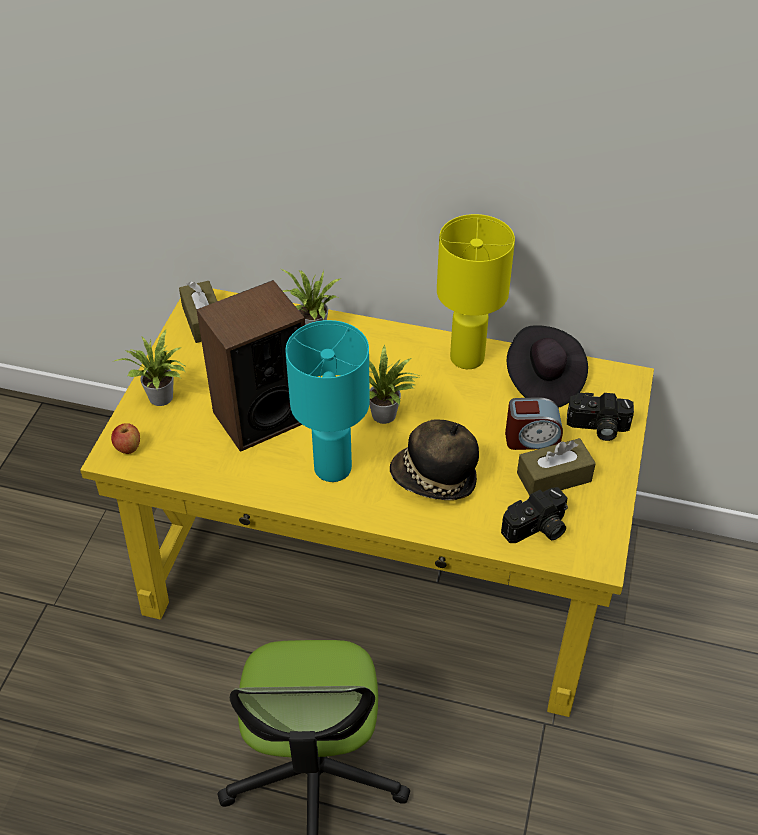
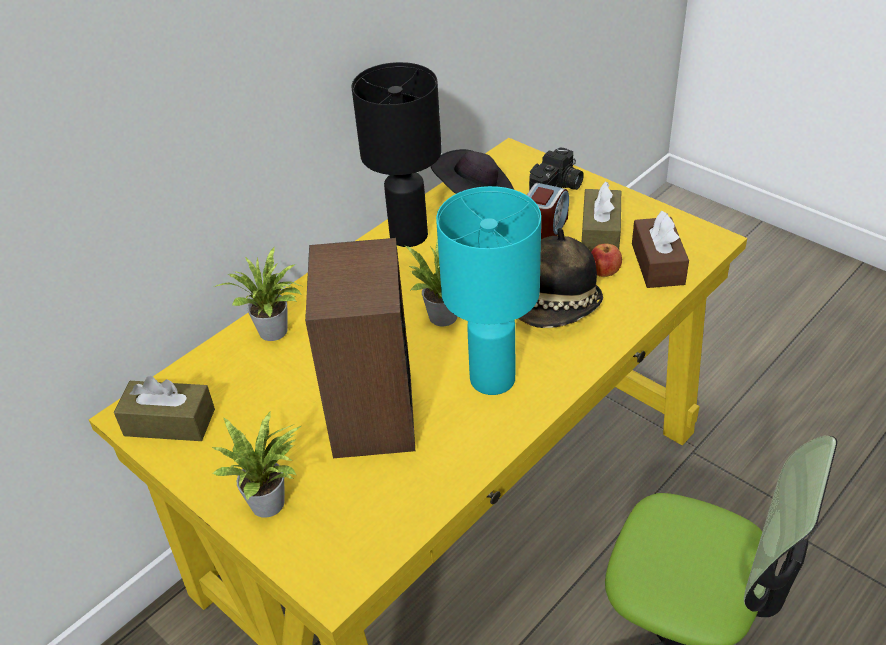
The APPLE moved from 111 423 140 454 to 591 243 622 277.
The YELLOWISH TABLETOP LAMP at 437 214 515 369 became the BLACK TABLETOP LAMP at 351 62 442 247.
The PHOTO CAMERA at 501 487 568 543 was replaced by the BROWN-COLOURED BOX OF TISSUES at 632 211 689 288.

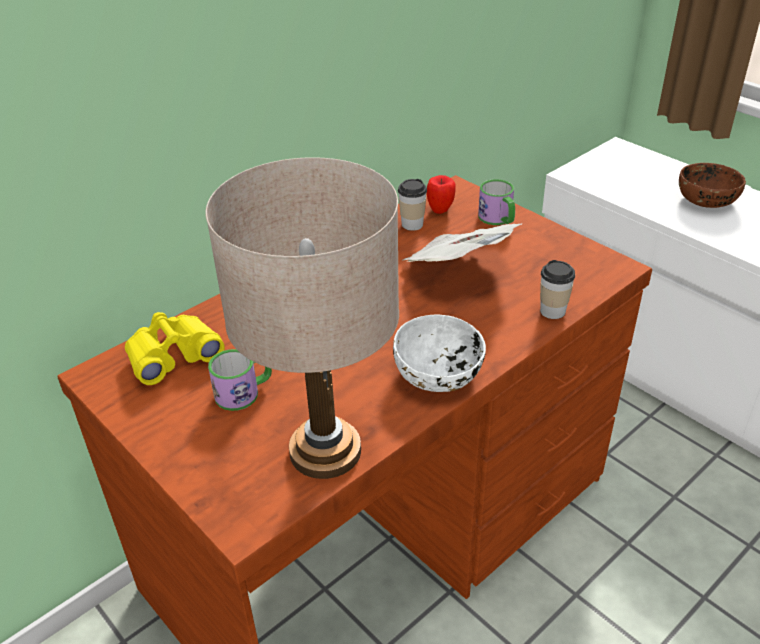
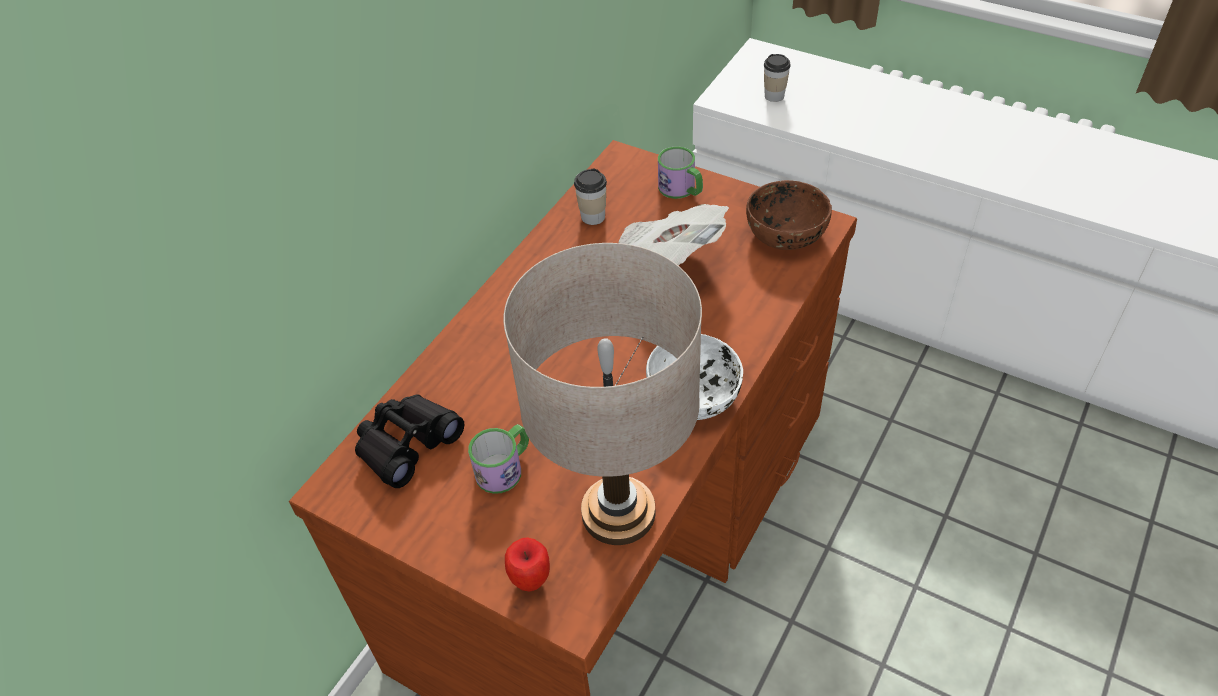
The YELLOWISH PAIR OF BINOCULARS at 125 312 225 385 became the BLACK PAIR OF BINOCULARS at 355 394 464 488.
The APPLE moved from 427 175 456 214 to 505 537 550 592.
The SMALL CUP moved from 540 260 575 319 to 764 54 791 102.
The BROWN-COLOURED DEEP DISH moved from 679 163 746 208 to 746 180 832 250.

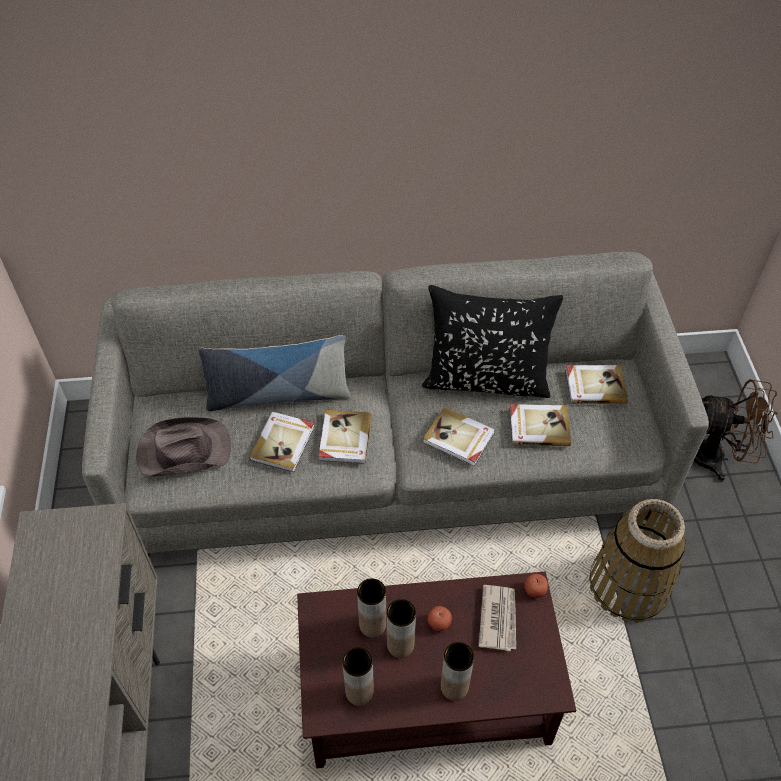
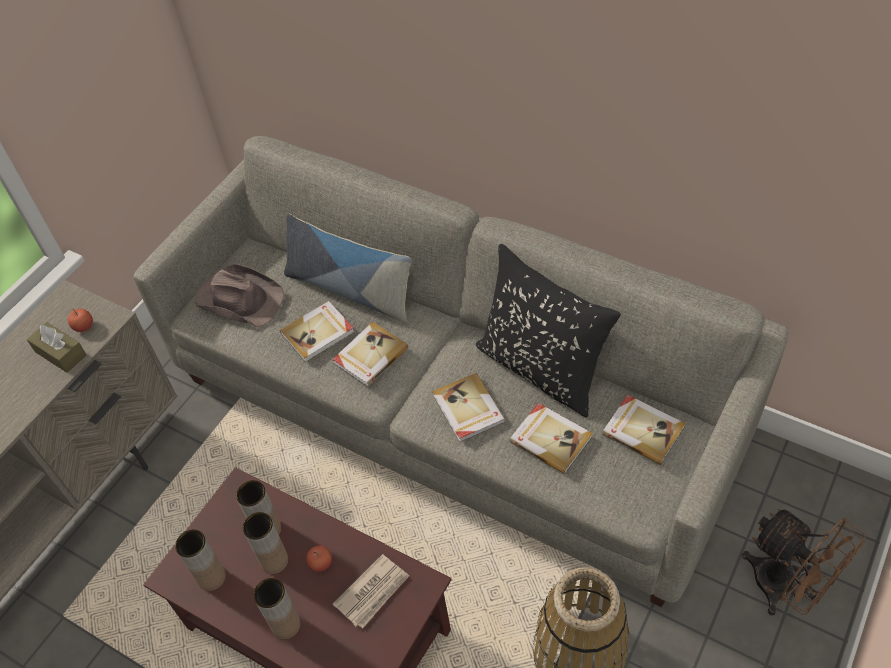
The APPLE moved from 524 574 548 598 to 68 308 93 332.
The BROWN-COLOURED BOX OF TISSUES at 27 322 86 373 appeared.

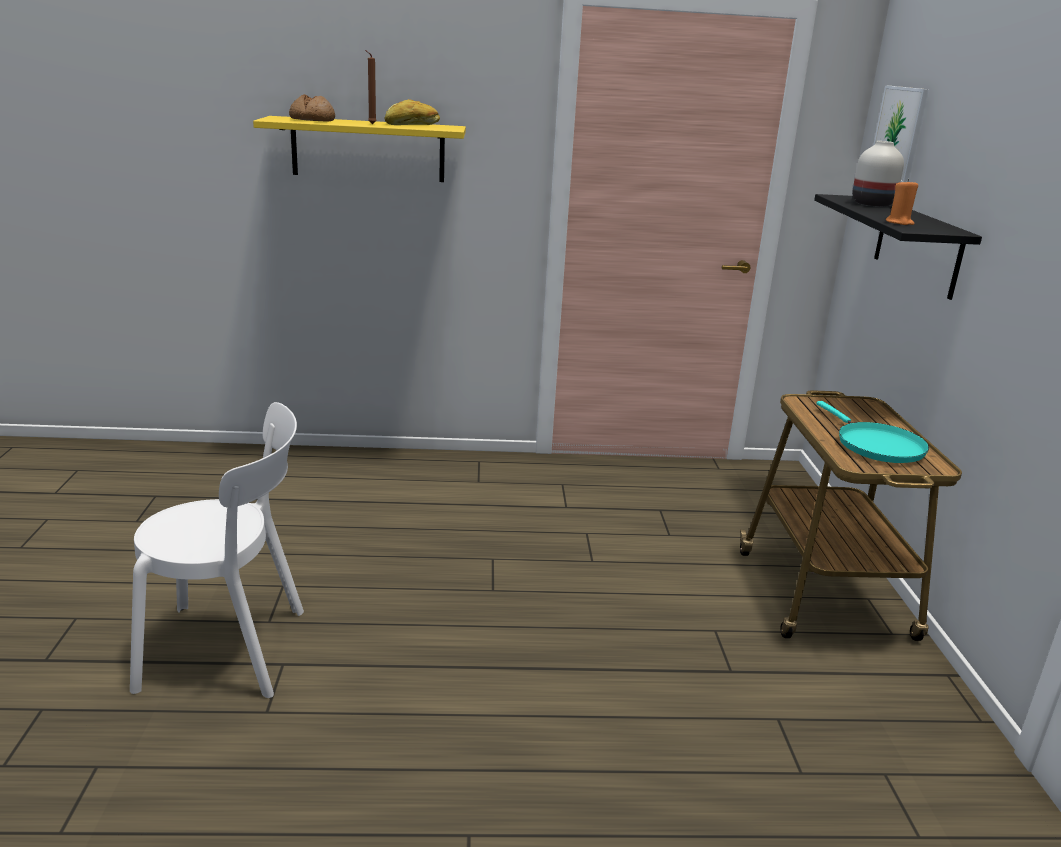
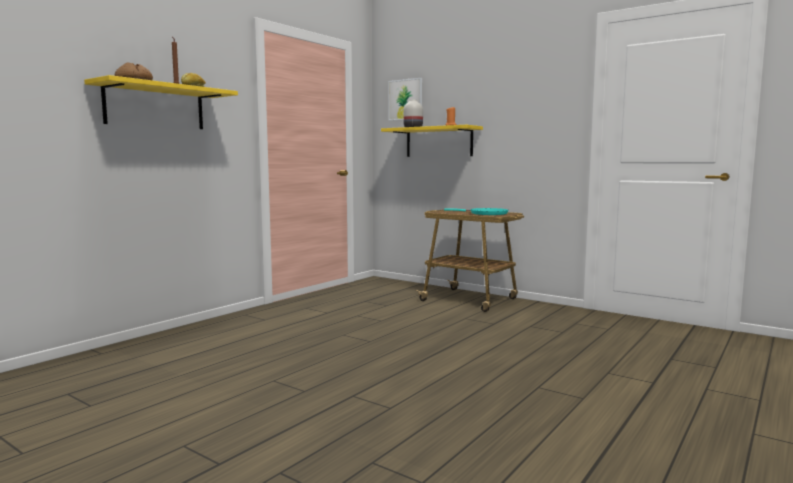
The WHITE-COLOURED CHAIR at 130 402 304 698 disappeared.
The BLACK WALL SHELF at 814 194 982 300 became the YELLOWISH WALL SHELF at 381 125 483 157.

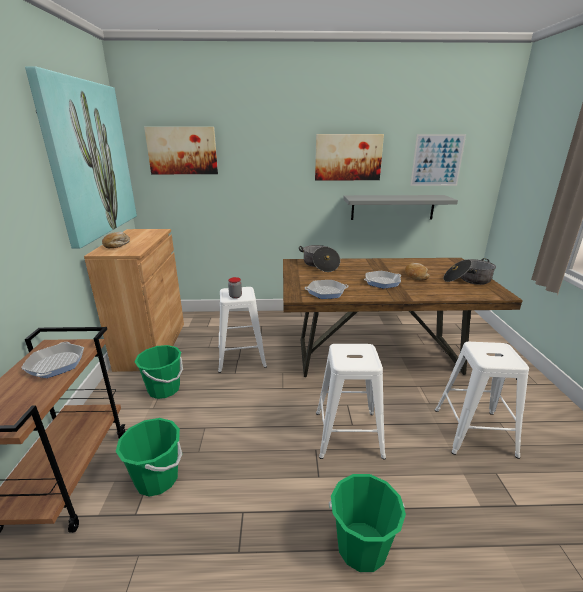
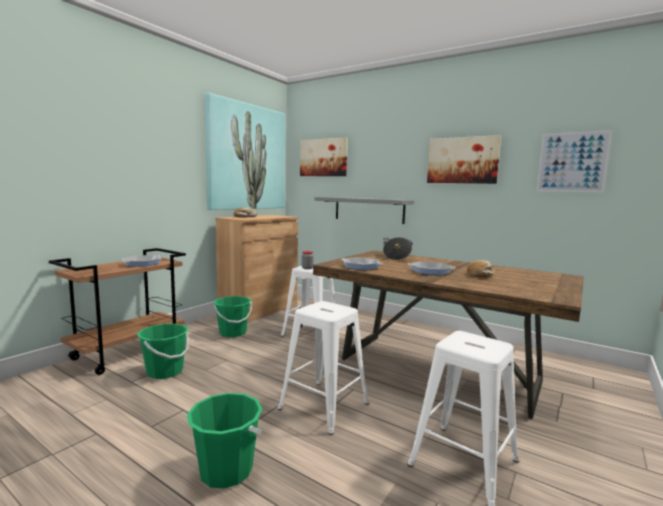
The GREY WALL SHELF moved from 343 195 458 220 to 314 197 414 224.
The COOKING POT at 443 258 496 285 disappeared.

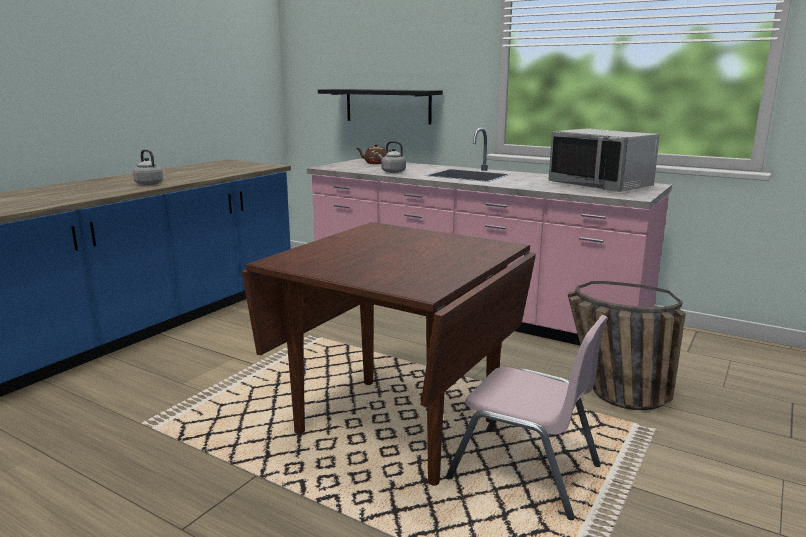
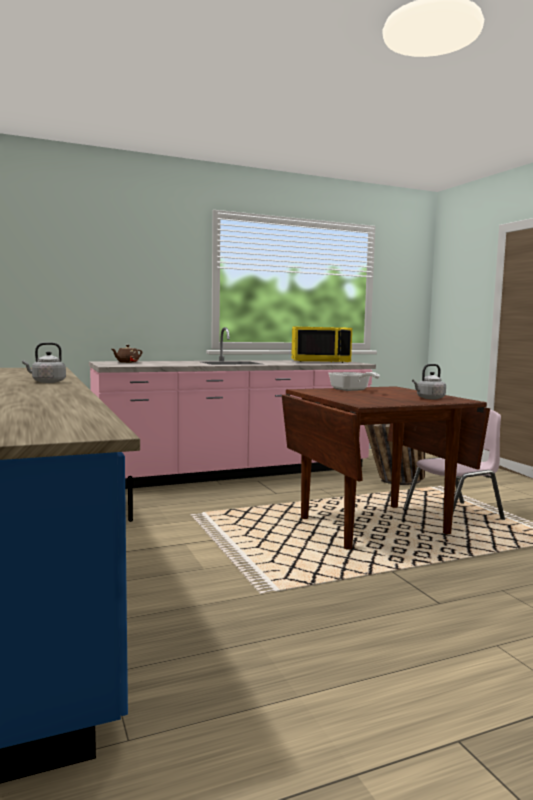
The BLACK WALL SHELF at 318 89 443 124 disappeared.
The GREY WATER KETTLE moved from 378 141 406 173 to 412 364 446 399.
The GREY MICROWAVE at 548 128 660 192 became the YELLOWISH MICROWAVE at 291 327 352 363.
The SKILLET at 329 372 380 391 appeared.

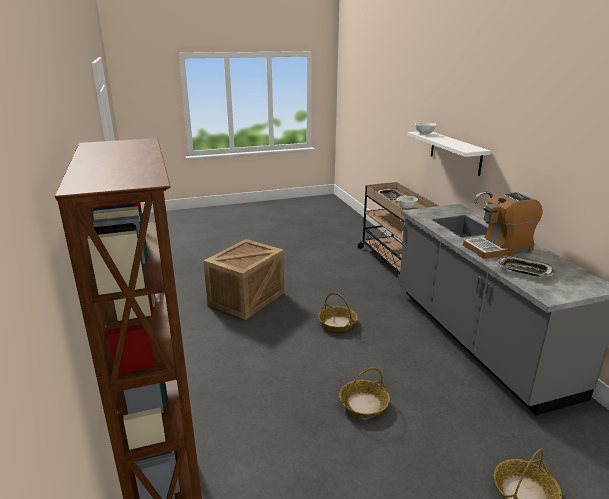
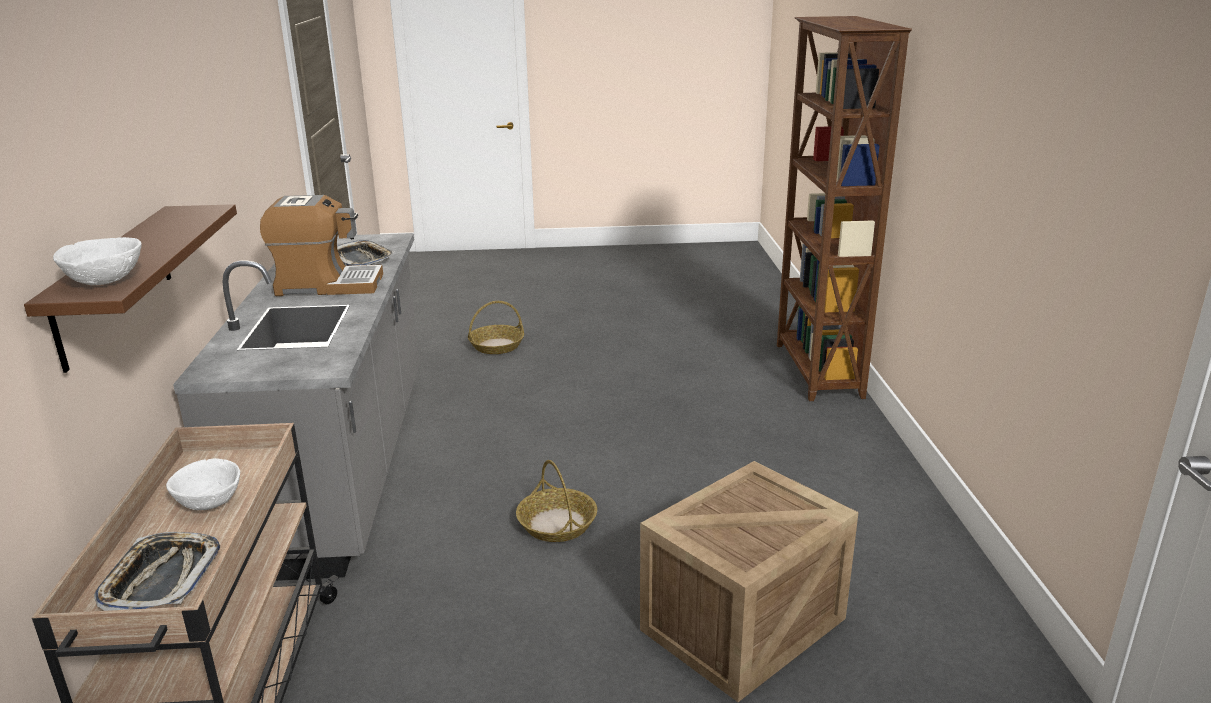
The HOUSEHOLD BASKET at 339 367 390 418 disappeared.
The WHITE-COLOURED WALL SHELF at 407 131 491 176 became the BROWN-COLOURED WALL SHELF at 24 204 237 373.

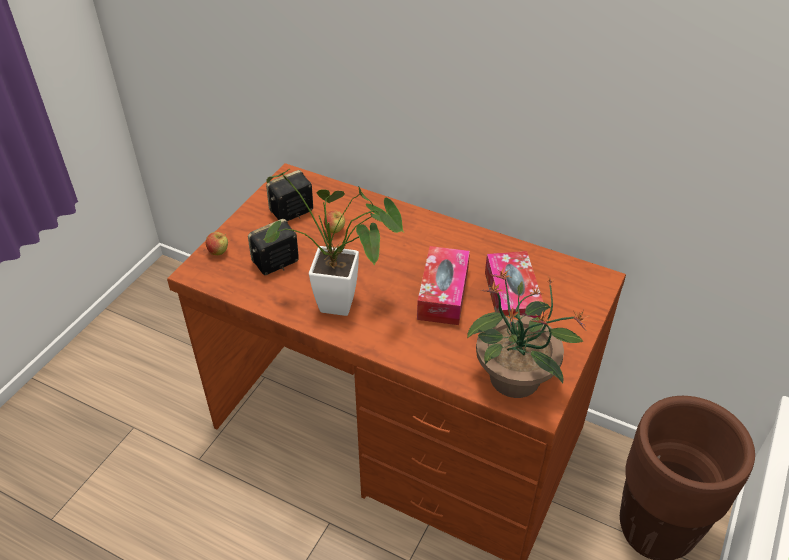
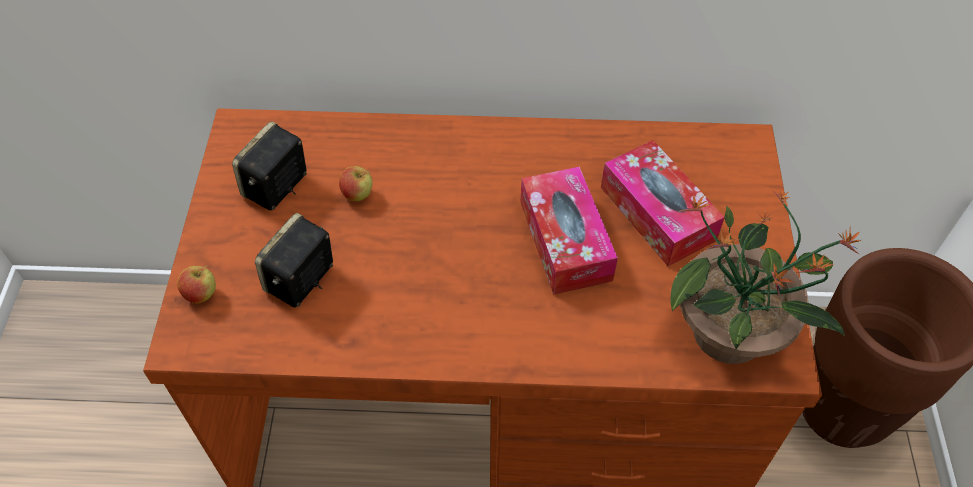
The HOUSEPLANT at 263 169 404 316 disappeared.

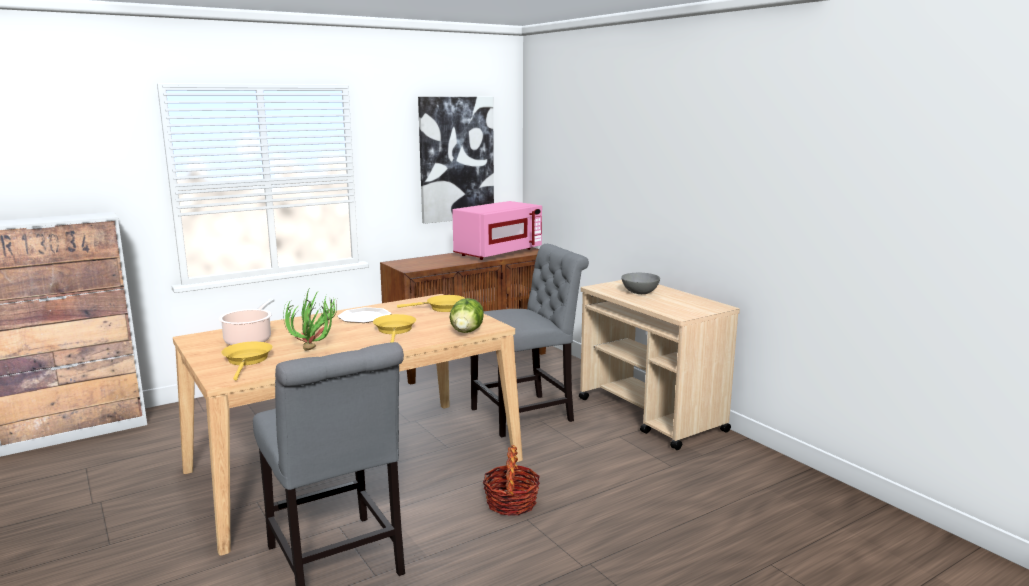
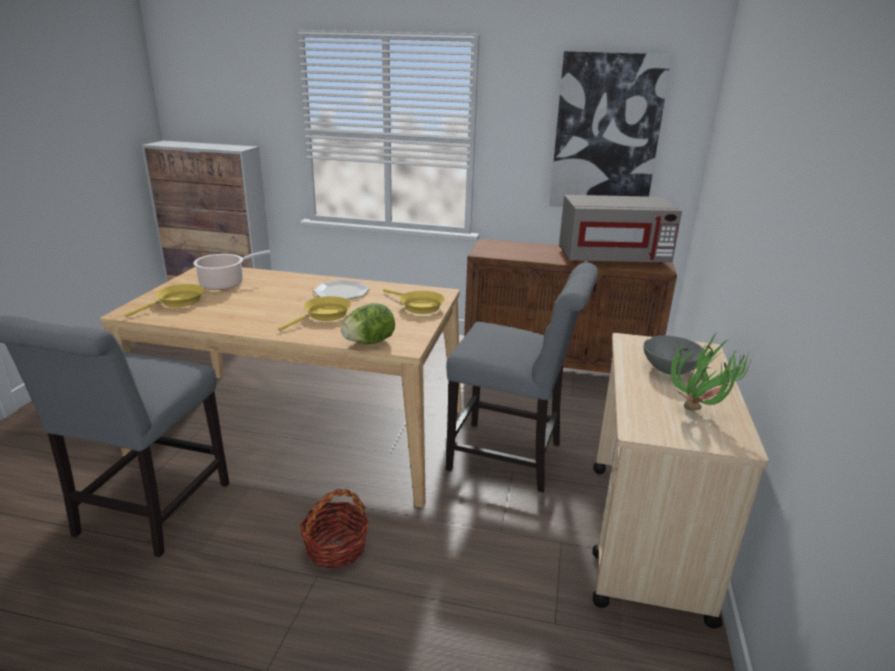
The HOUSEPLANT moved from 283 289 337 351 to 669 333 753 411.
The PINK-COLOURED MICROWAVE at 452 201 542 260 became the GREY MICROWAVE at 559 195 682 264.

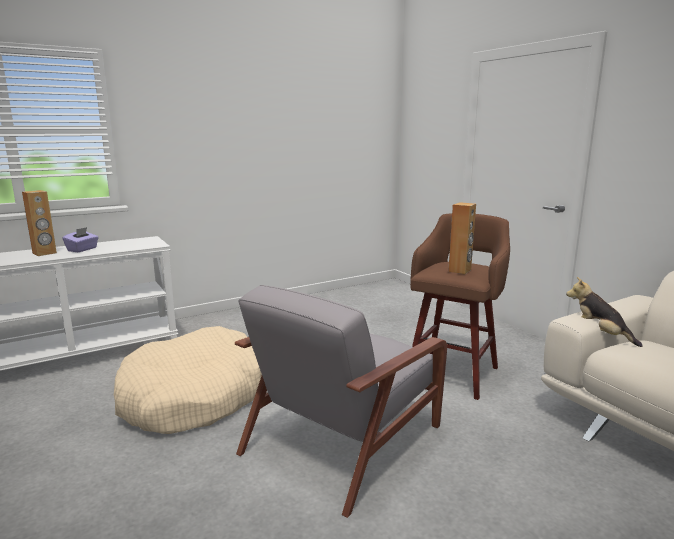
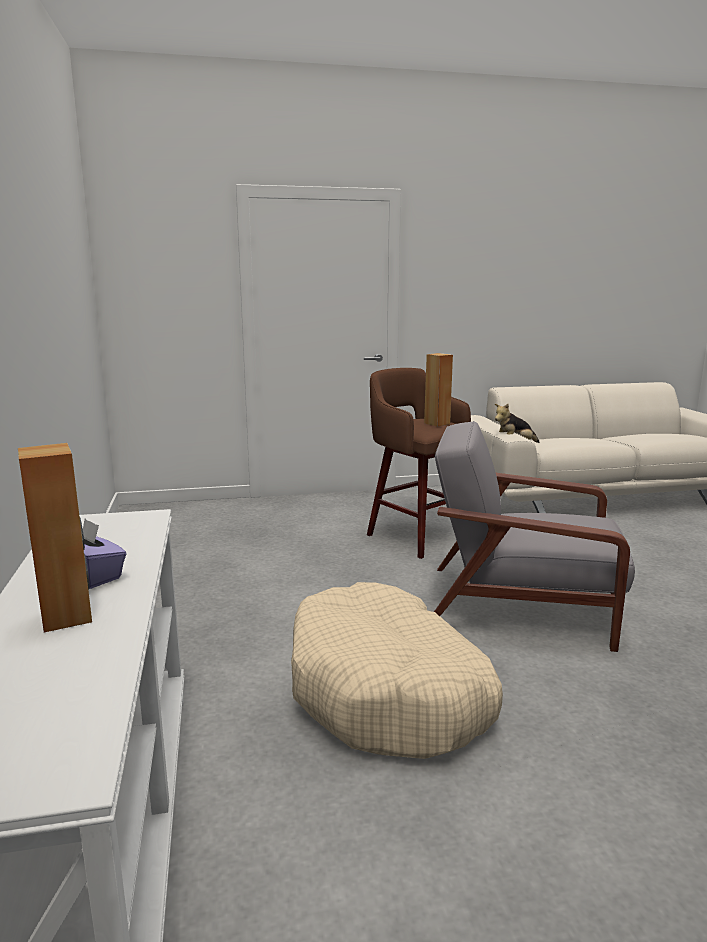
The GREY EASY CHAIR at 235 285 447 518 turned 135 degrees clockwise.

